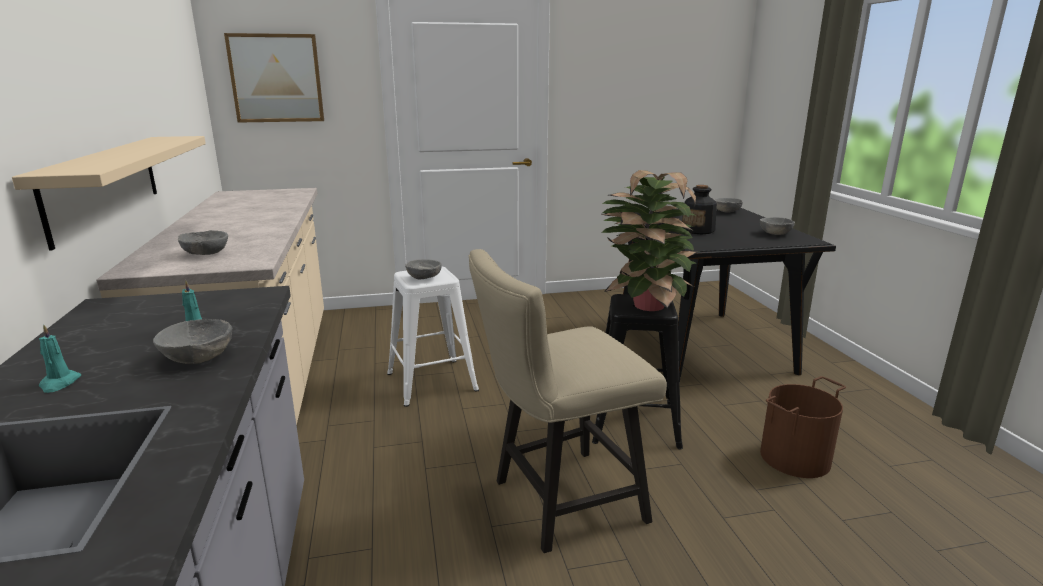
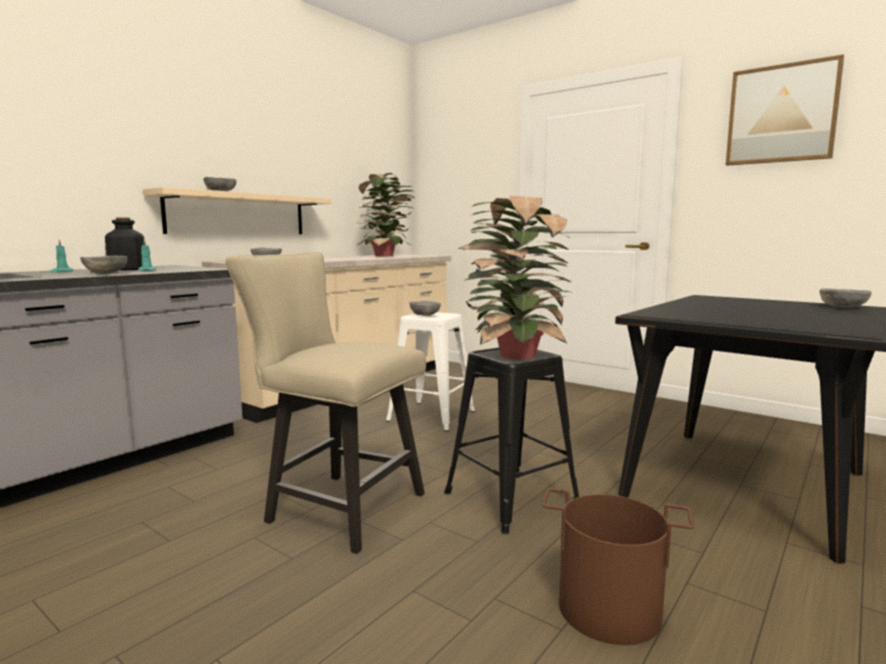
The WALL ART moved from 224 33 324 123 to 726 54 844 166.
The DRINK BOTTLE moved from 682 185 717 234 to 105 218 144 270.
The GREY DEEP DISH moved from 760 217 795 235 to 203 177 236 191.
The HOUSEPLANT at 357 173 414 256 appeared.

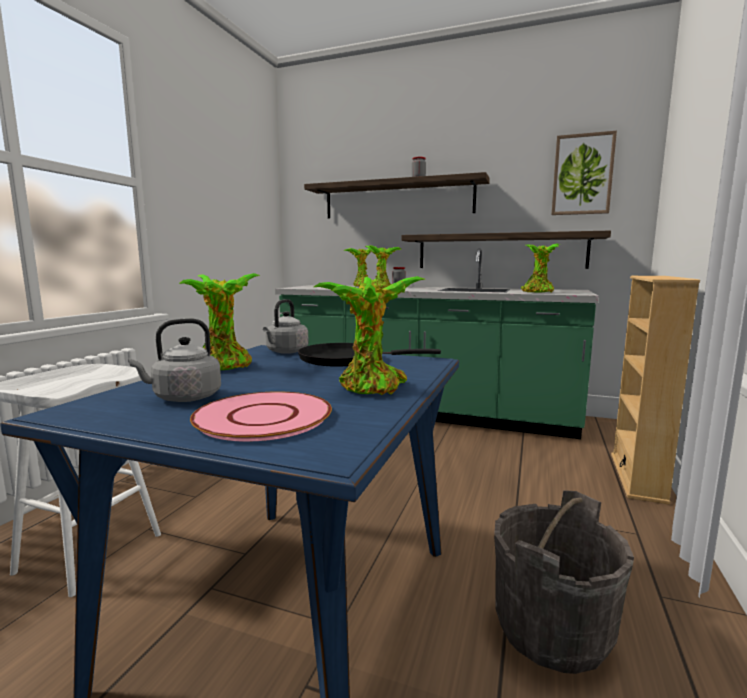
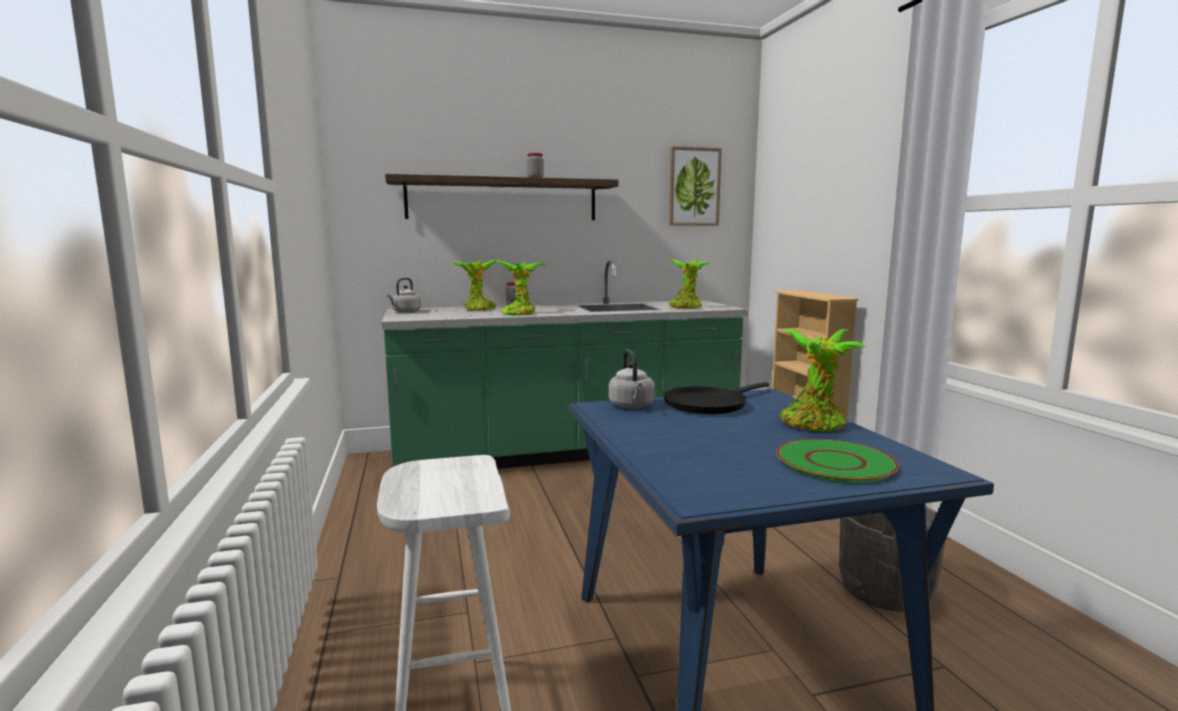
The GREY WATER KETTLE moved from 128 318 221 402 to 387 278 421 313.
The HOUSEPLANT at 179 273 260 370 disappeared.
The PINK-COLOURED FLAT DISH at 190 391 332 442 became the GREENISH FLAT DISH at 776 439 899 483.
The WALL SHELF at 401 230 611 269 disappeared.

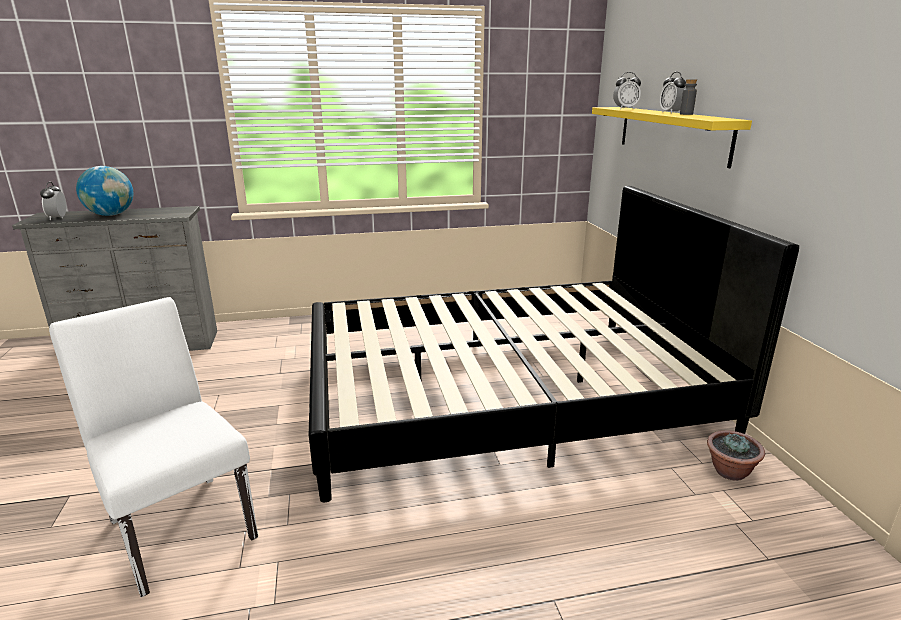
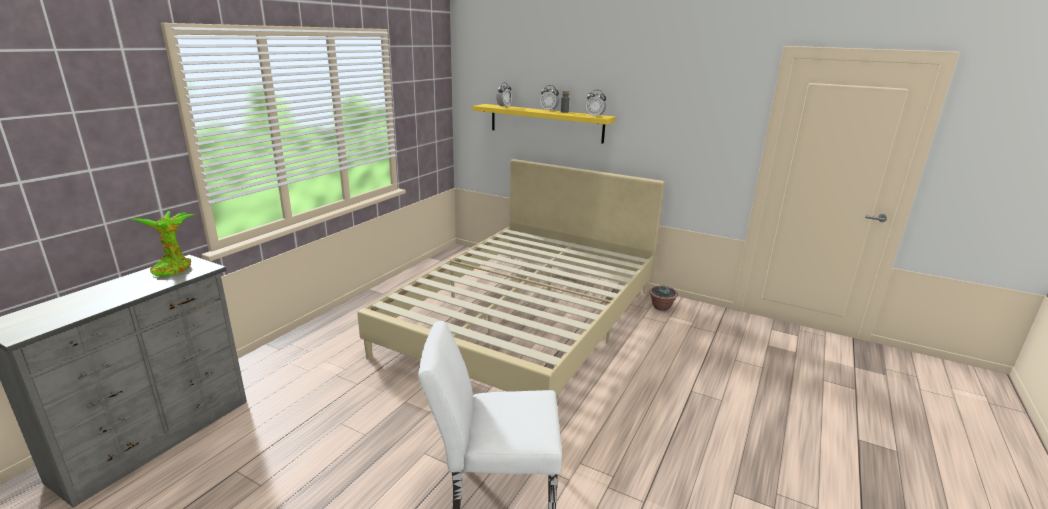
The TABLE CLOCK moved from 40 182 66 220 to 586 90 606 118.
The GLOBE at 76 166 133 216 disappeared.
The BLACK BEDROOM BED at 309 186 799 502 became the SAND-COLOURED BEDROOM BED at 357 159 665 396.
The HOUSEPLANT at 131 211 193 277 appeared.

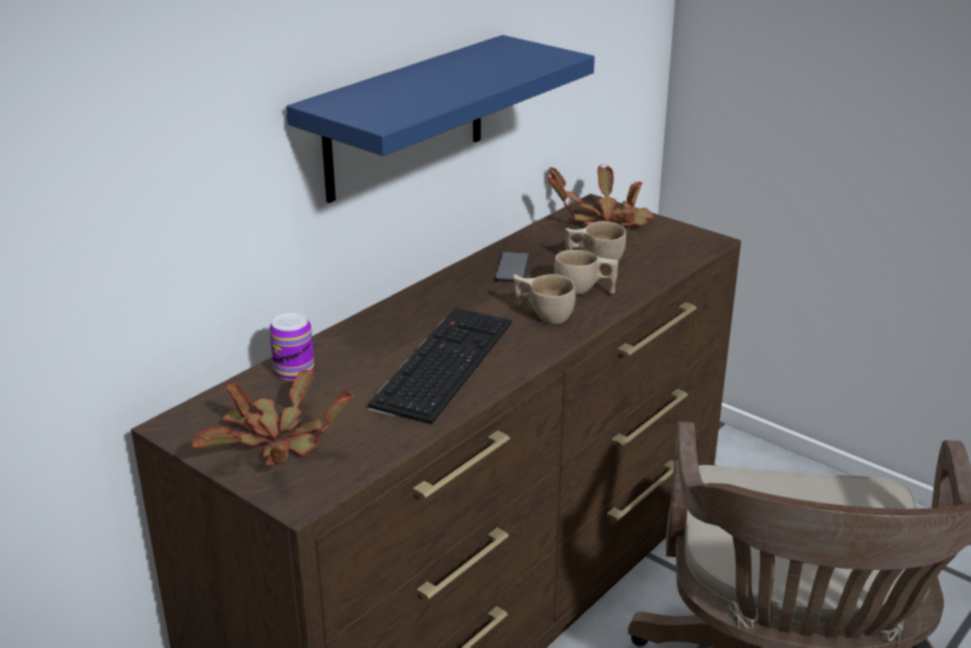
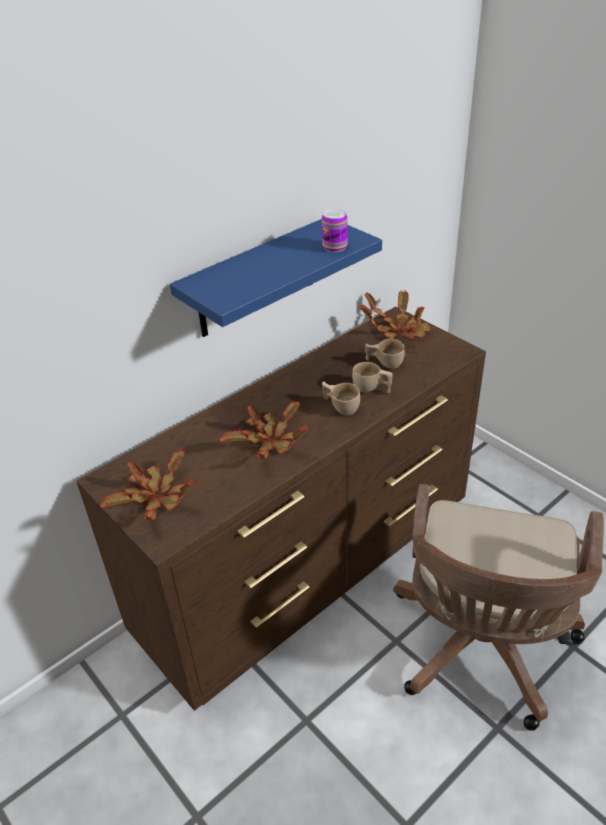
The METAL CAN moved from 269 313 314 381 to 322 209 348 252.
The KEYBOARD at 368 308 512 424 was replaced by the HOUSEPLANT at 219 401 308 459.
The HANDSET at 495 252 529 282 disappeared.

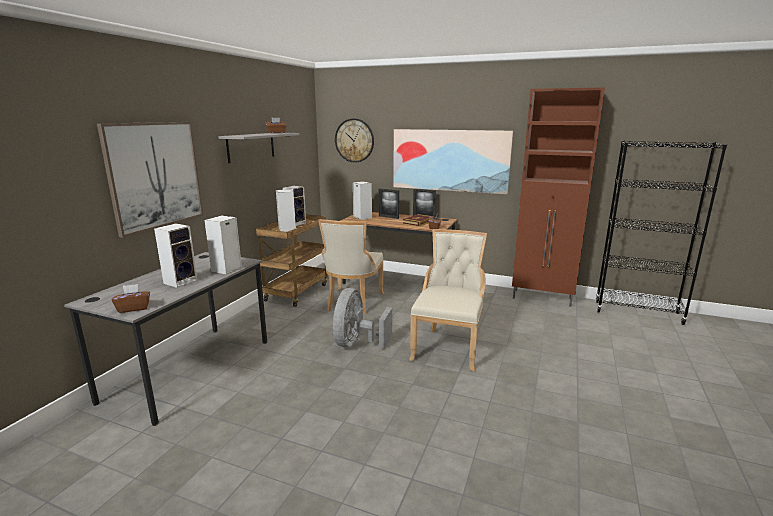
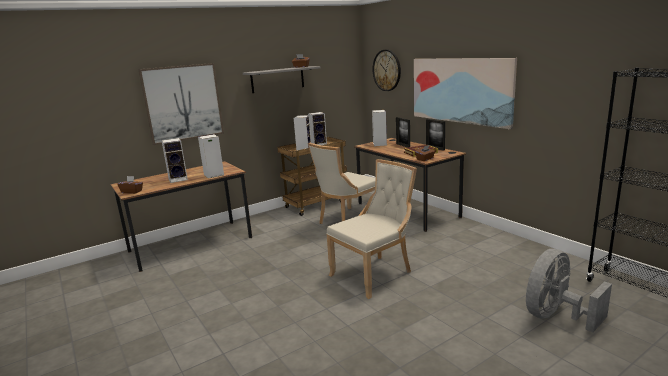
The GREY DESK at 64 252 267 426 became the BROWN-COLOURED DESK at 111 161 252 272.
The GREY FAN moved from 333 288 392 348 to 526 249 612 332.
The BROWN-COLOURED CABINET at 512 87 605 307 disappeared.

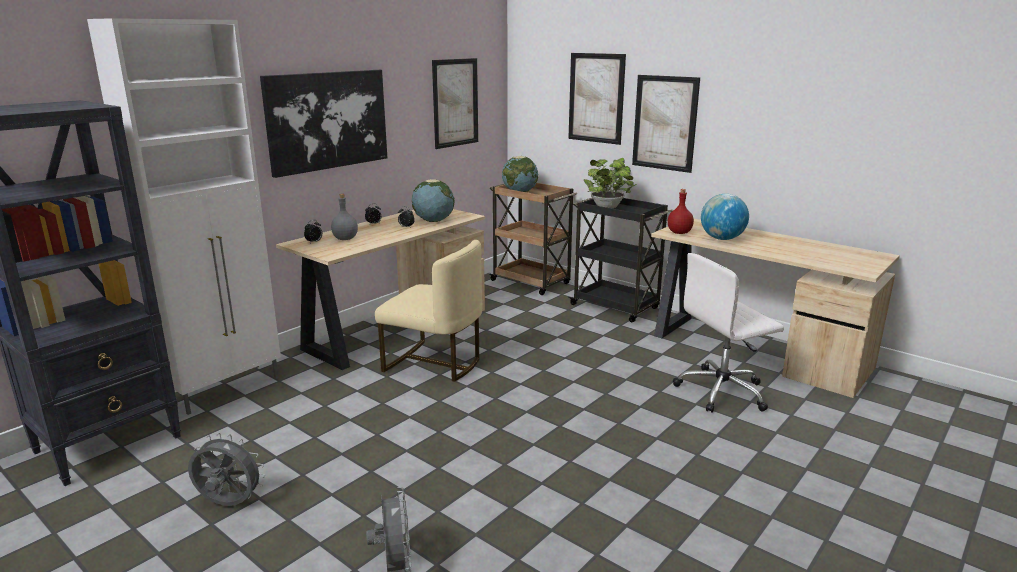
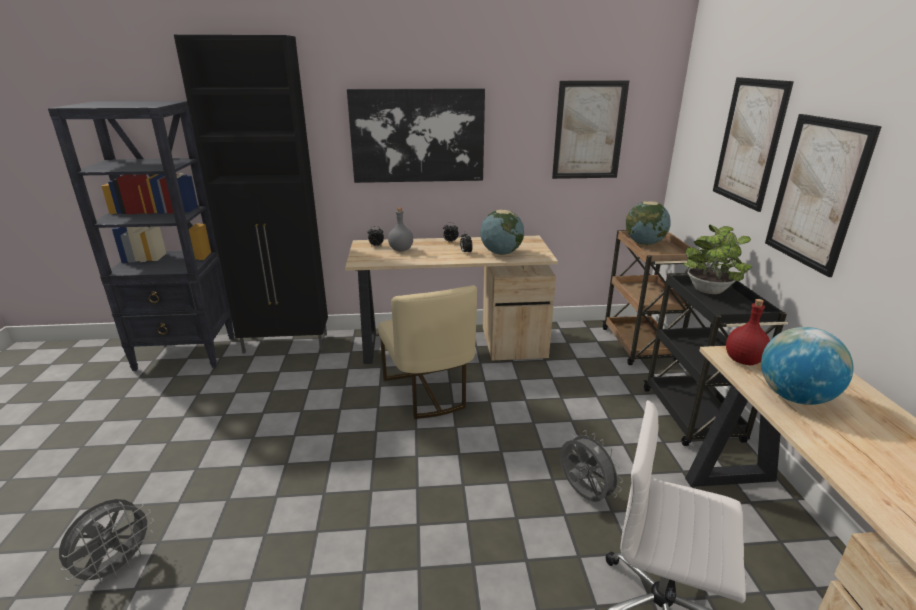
The WHITE-COLOURED CABINET at 87 18 281 415 became the BLACK CABINET at 174 35 328 353.
The GREY FAN moved from 188 433 265 506 to 560 430 623 502.

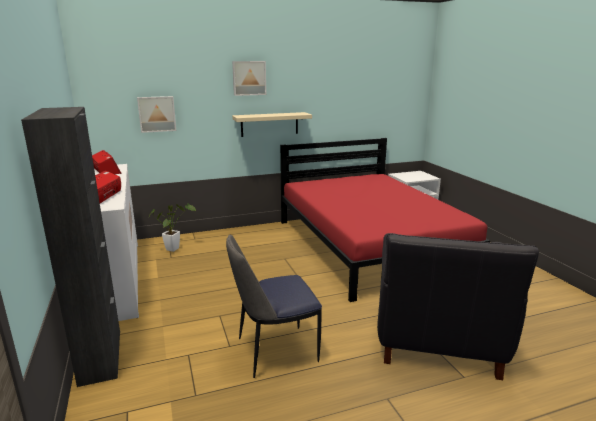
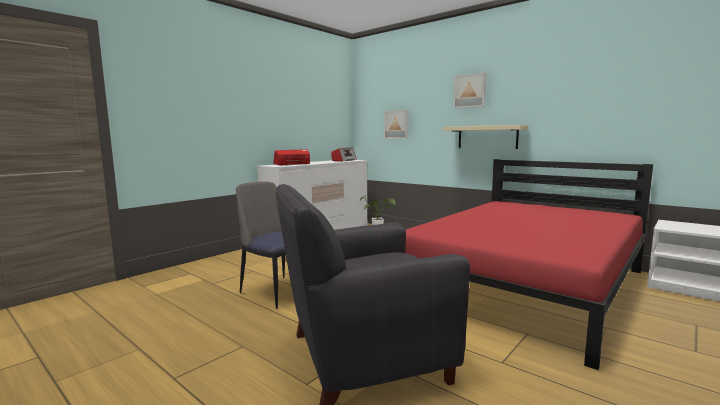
The BLACK CABINET at 21 107 120 387 disappeared.

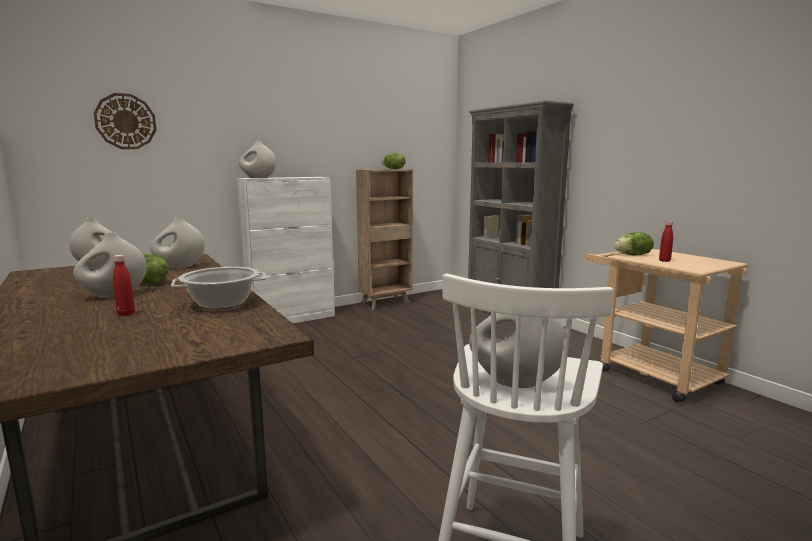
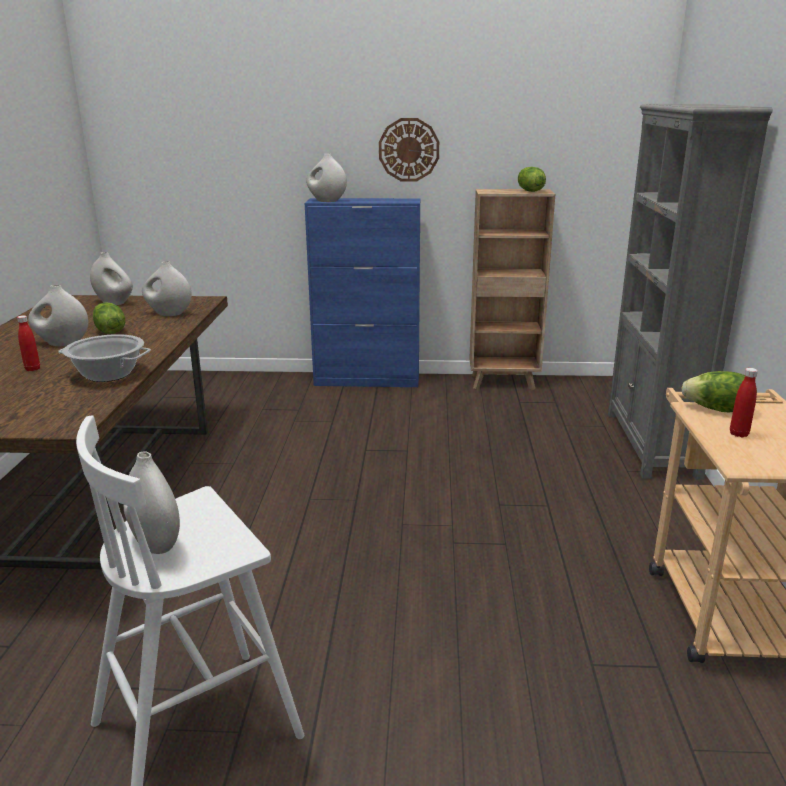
The CLOCK ON THE WALL moved from 94 93 156 149 to 379 118 439 181.
The WHITE-COLOURED CABINET at 237 177 335 323 became the BLUE-COLOURED CABINET at 304 198 420 387.

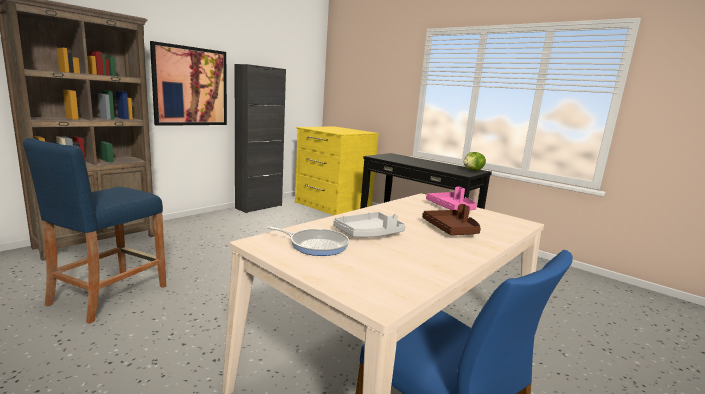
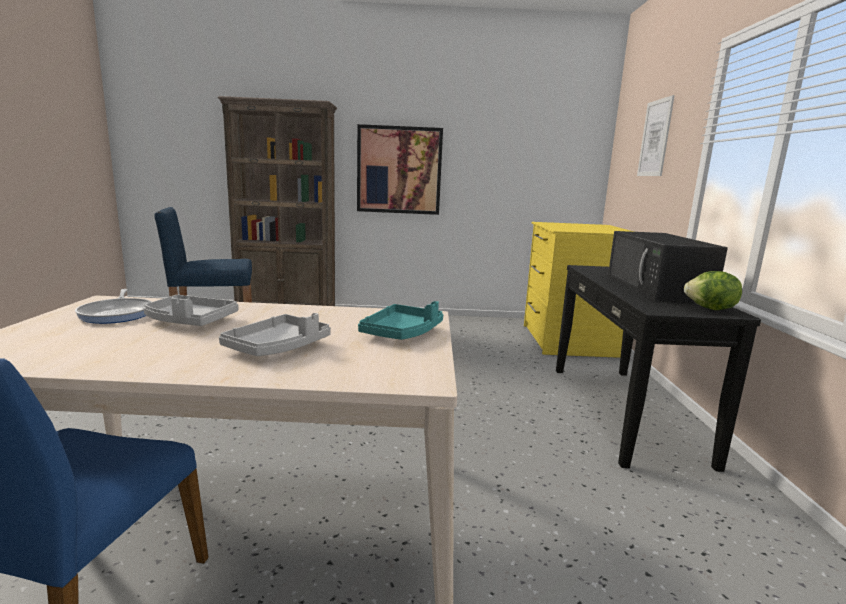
The BLACK CABINET at 235 64 286 213 disappeared.
The BROWN-COLOURED TRAY at 422 204 481 235 became the GREY TRAY at 219 313 331 356.
The PINK-COLOURED TRAY at 426 187 477 211 became the BLUE-GREEN TRAY at 358 301 443 340.
The BLACK MICROWAVE at 608 231 728 302 appeared.
The WALL ART at 637 95 675 176 appeared.

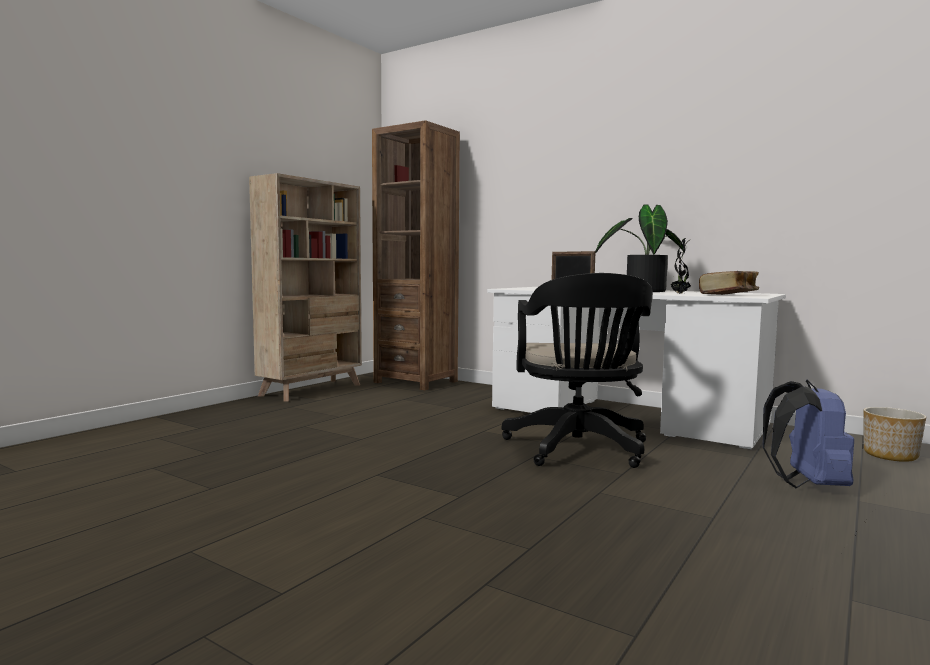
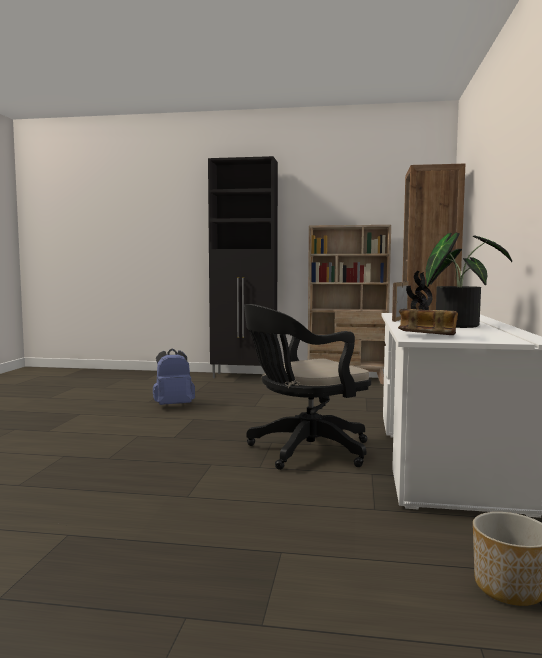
The BLUE-COLOURED KNAPSACK moved from 763 380 854 488 to 153 349 195 405.
The BLACK CABINET at 208 156 278 378 appeared.

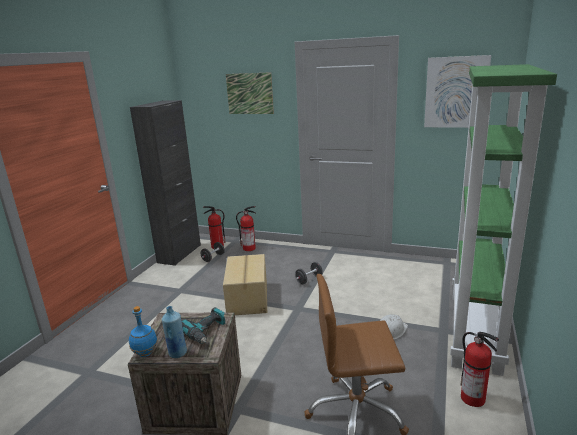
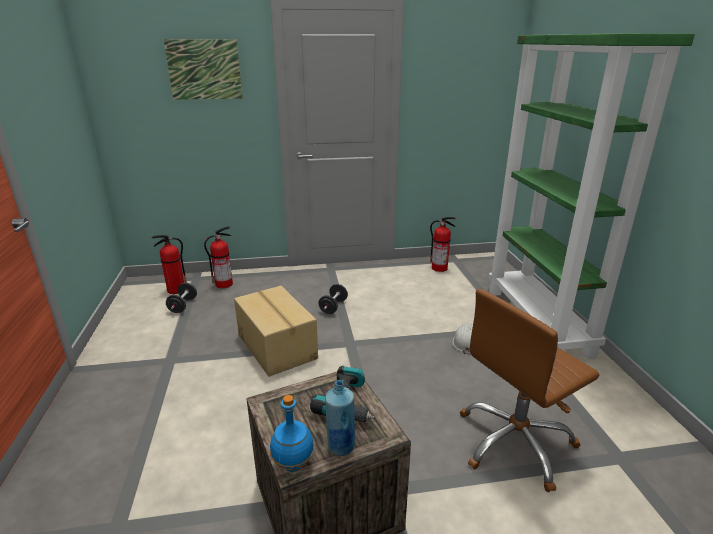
The BLACK CABINET at 130 100 201 266 disappeared.
The WALL ART at 424 55 491 128 disappeared.
The EXTINGUISHER moved from 461 332 499 407 to 430 217 456 272.

